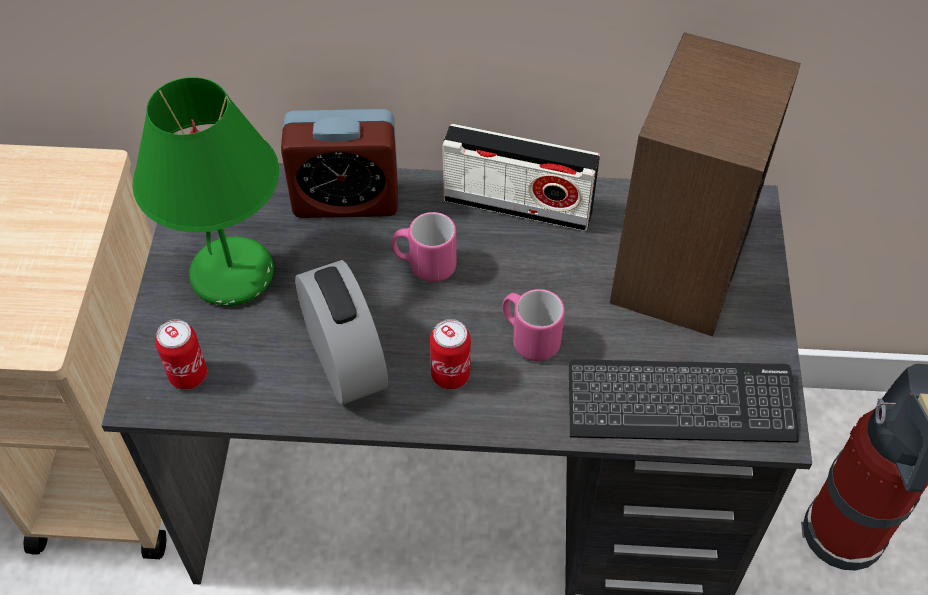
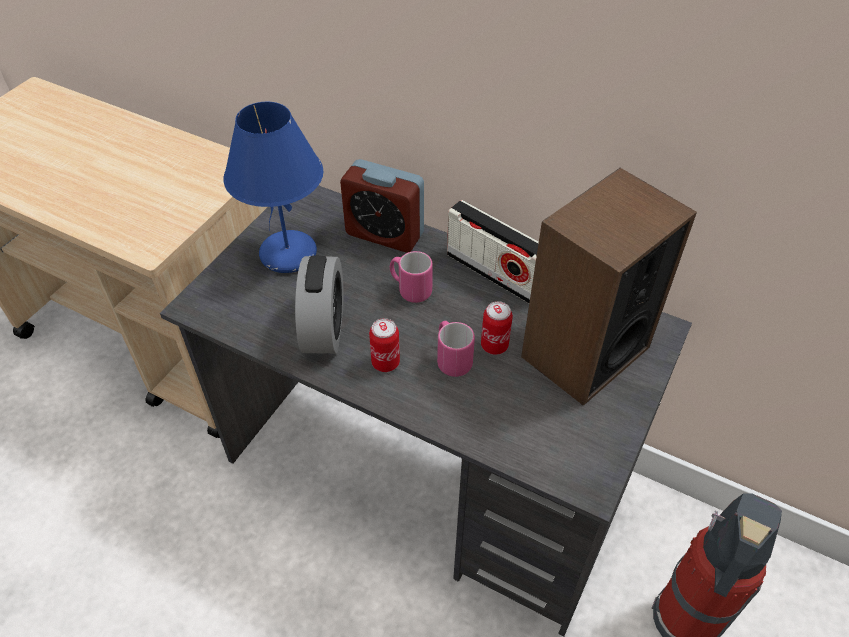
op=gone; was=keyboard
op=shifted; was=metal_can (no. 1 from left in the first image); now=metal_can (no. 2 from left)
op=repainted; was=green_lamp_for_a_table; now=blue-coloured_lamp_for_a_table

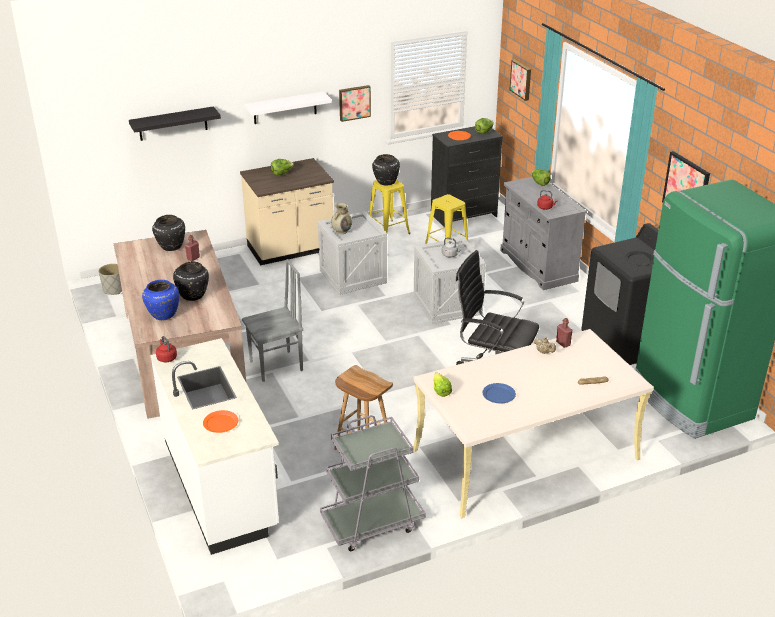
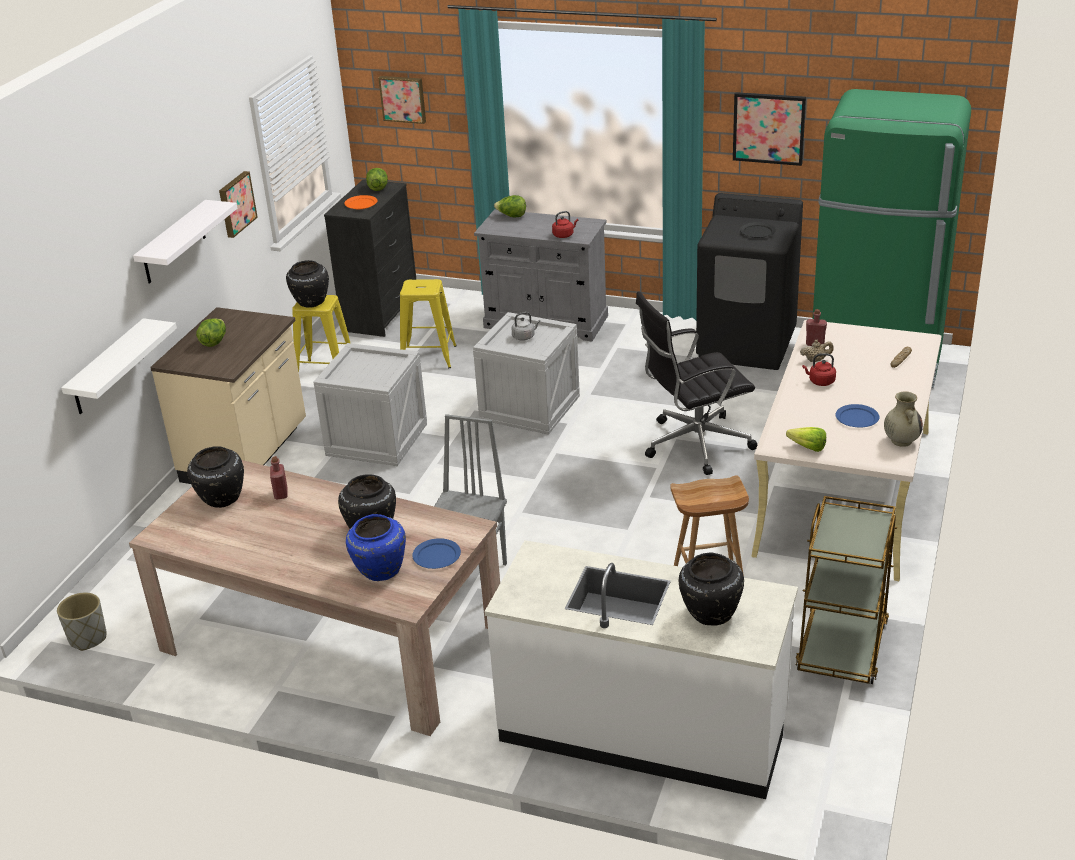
op=gone; was=blackish_bracket_shelf
op=new; now=whitish_bracket_shelf (no. 1 from left)
op=new; now=blue-coloured_dinner_plate (no. 1 from left)
op=shifted; was=red_water_kettle (no. 1 from left in the first image); now=red_water_kettle (no. 2 from left)
op=shifted; was=sand-coloured_vase
op=swapped; was=orangey_dinner_plate (no. 1 from left); now=blackish_vase (no. 4 from left)
op=repainted; was=greyish_cart; now=brownish_cart

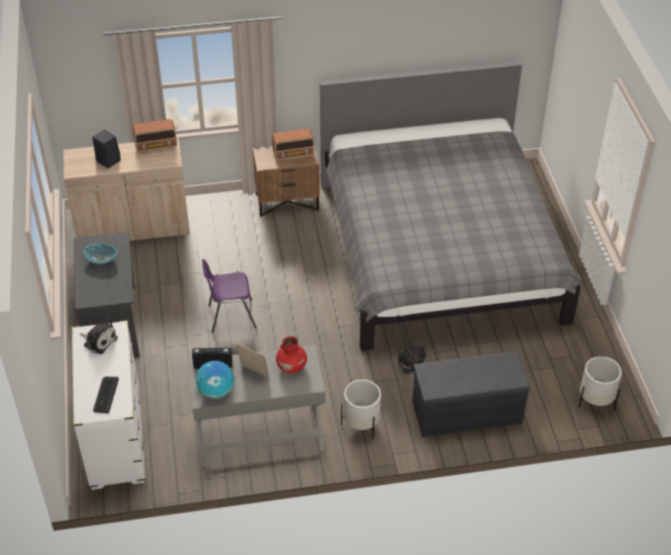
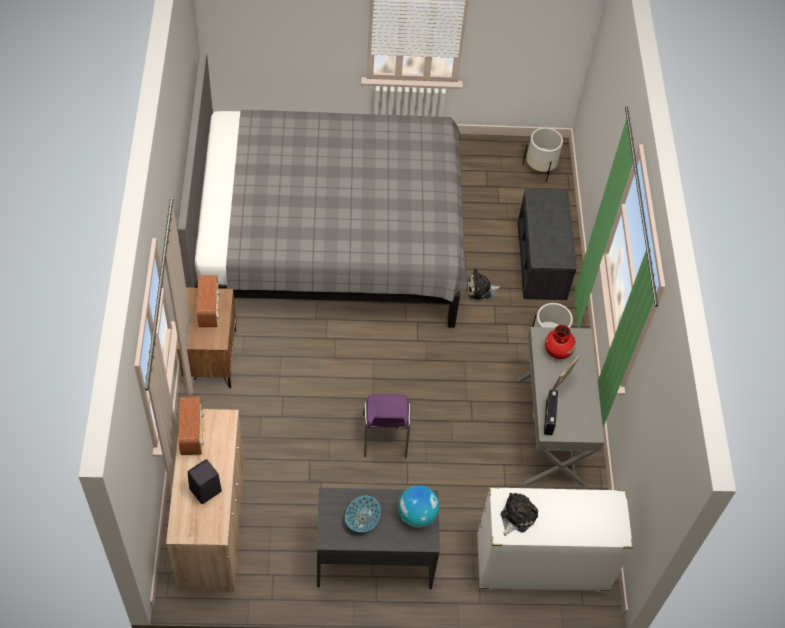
op=gone; was=keyboard
op=shifted; was=world_globe

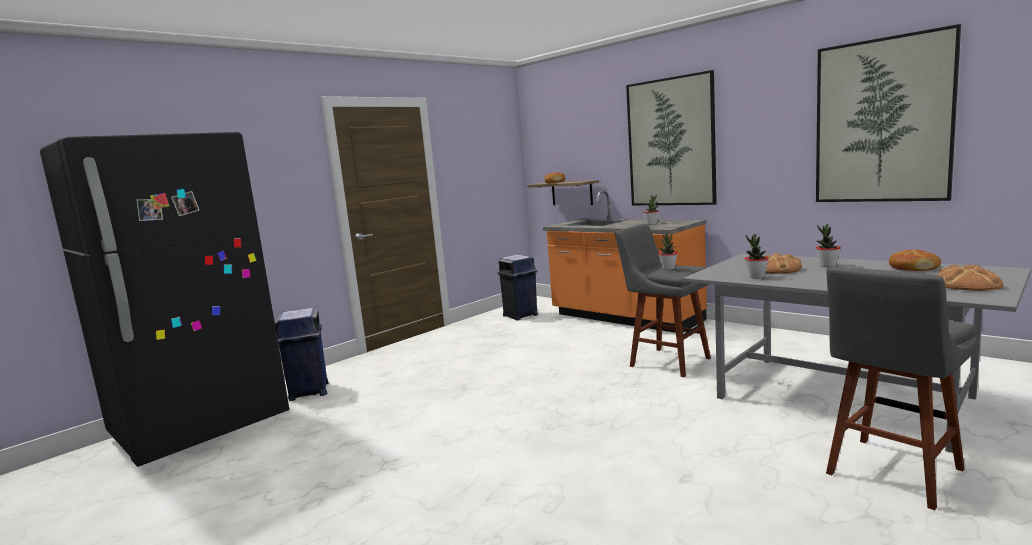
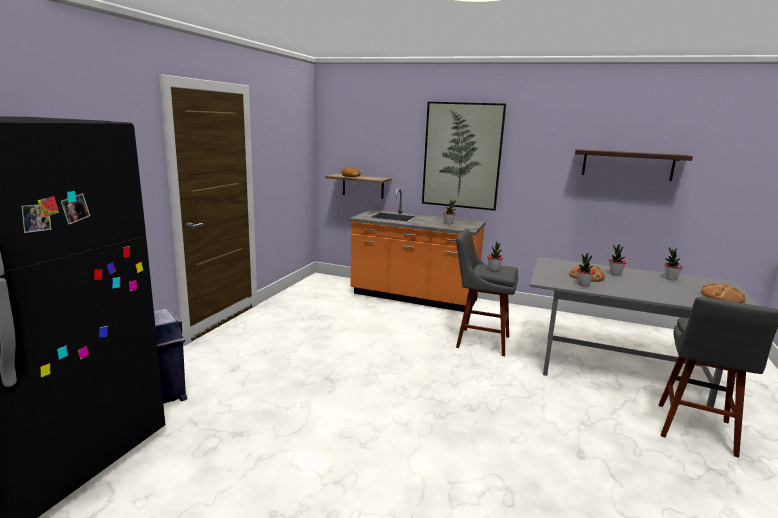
op=gone; was=blue-coloured_rubbish_bin (no. 2 from left)
op=swapped; was=wall_art (no. 2 from left); now=bracket_shelf (no. 2 from left)
op=swapped; was=baked_bread (no. 3 from left); now=potted_plant (no. 5 from left)

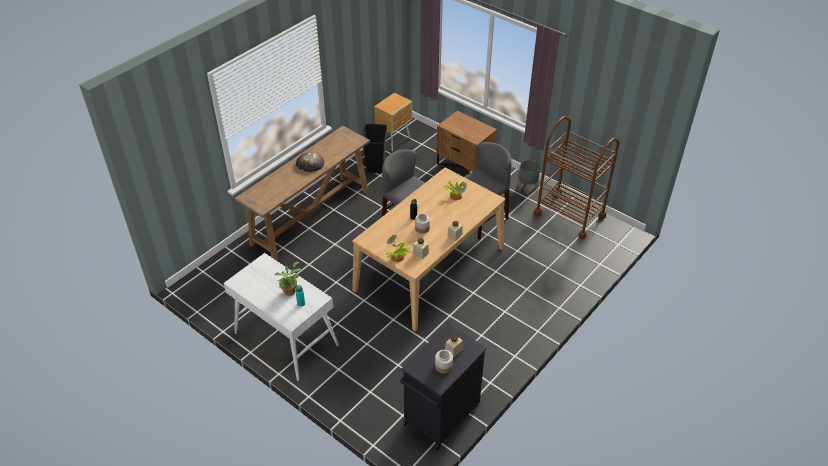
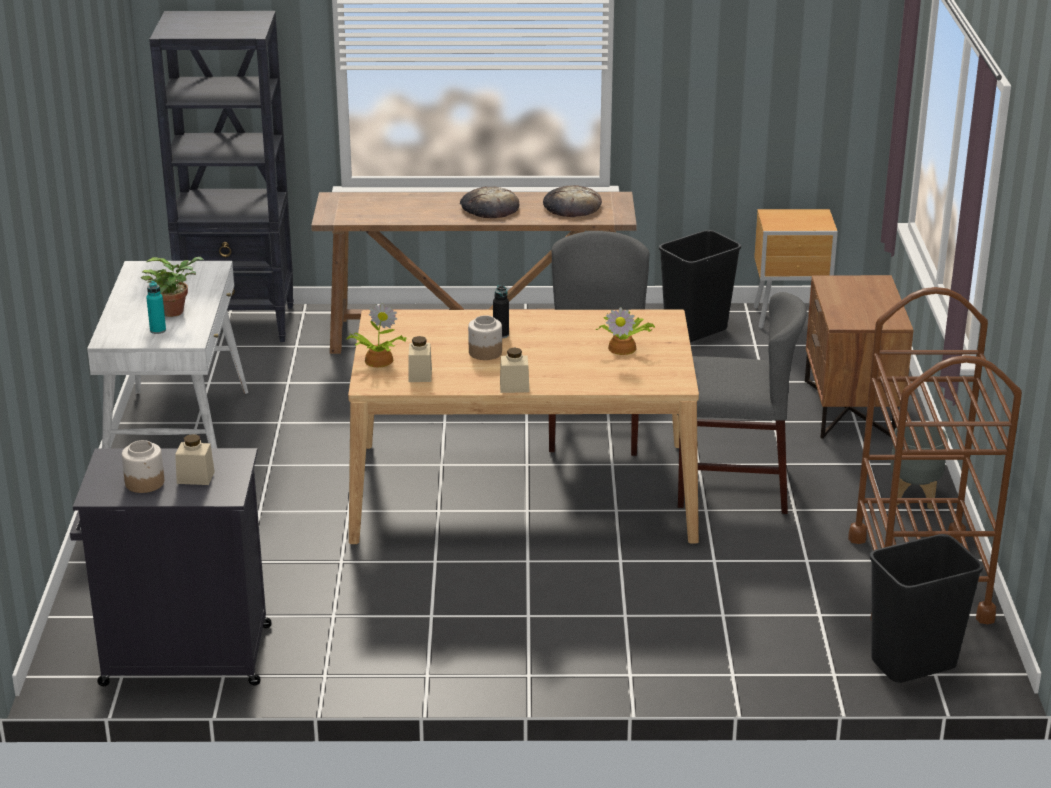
op=new; now=blackish_shelving_unit
op=new; now=baked_bread (no. 2 from left)
op=new; now=blackish_rubbish_bin (no. 2 from left)

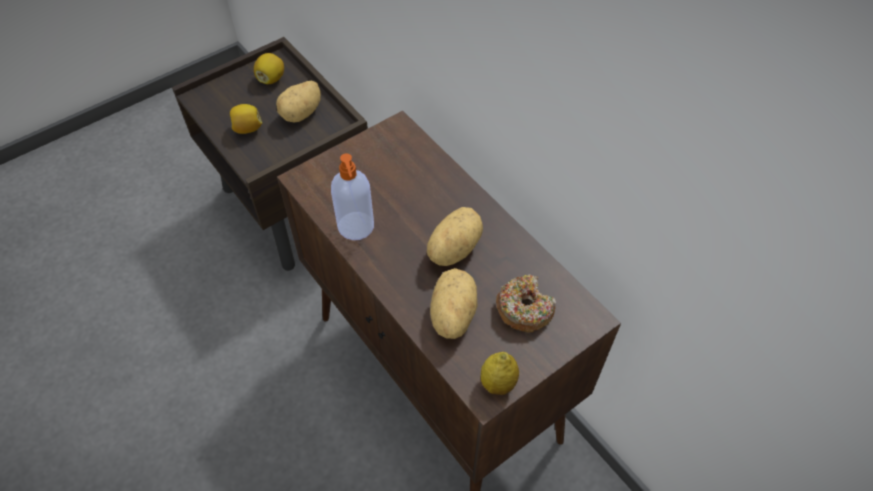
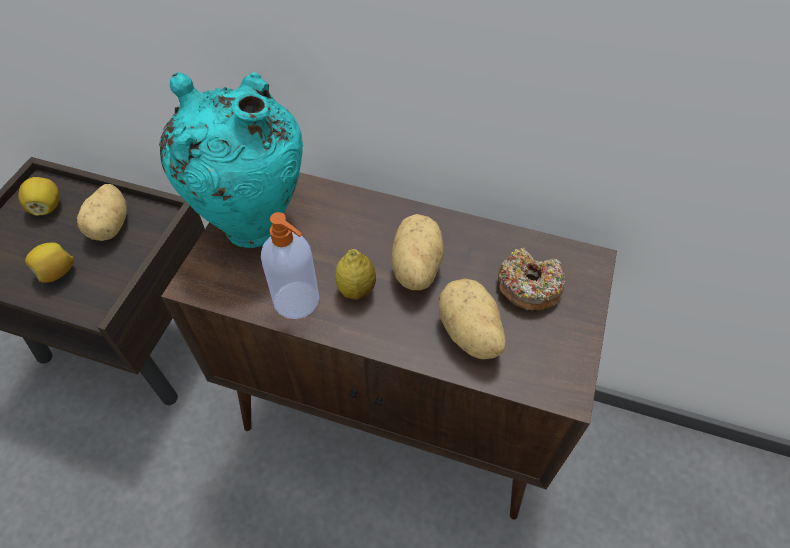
op=new; now=turquoise-coloured_vase
op=shifted; was=citrus_fruit (no. 3 from left)

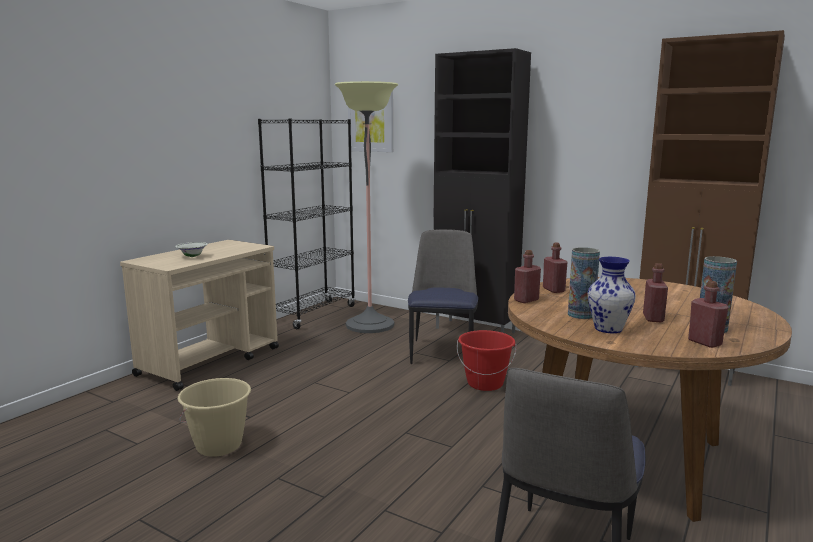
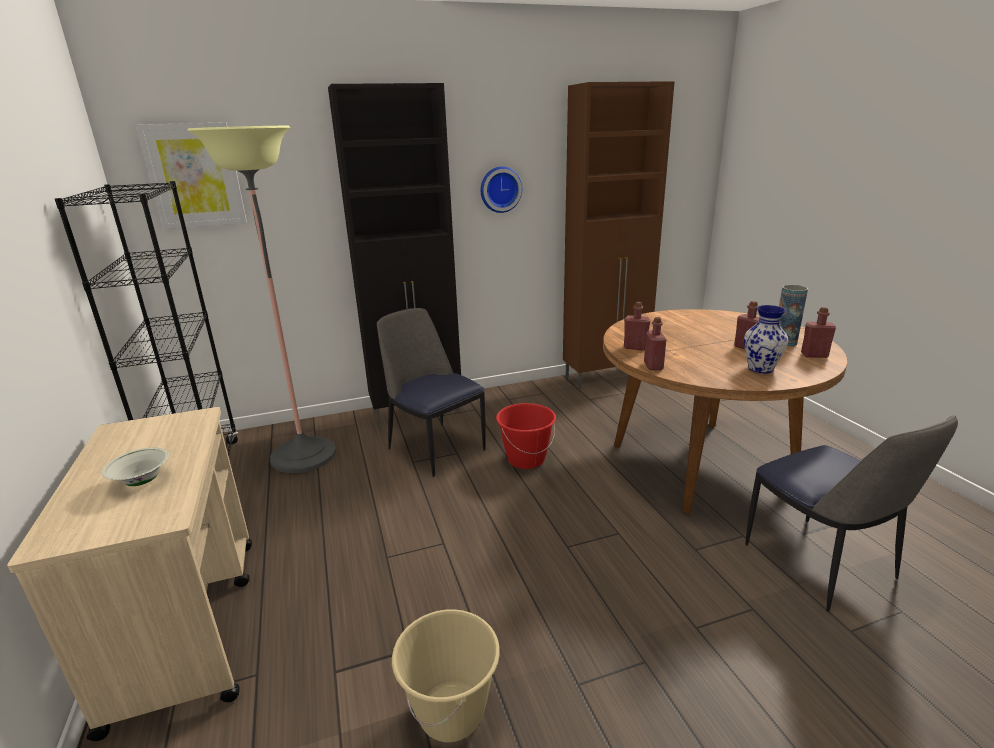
op=gone; was=vase (no. 1 from left)
op=new; now=clock_on_the_wall

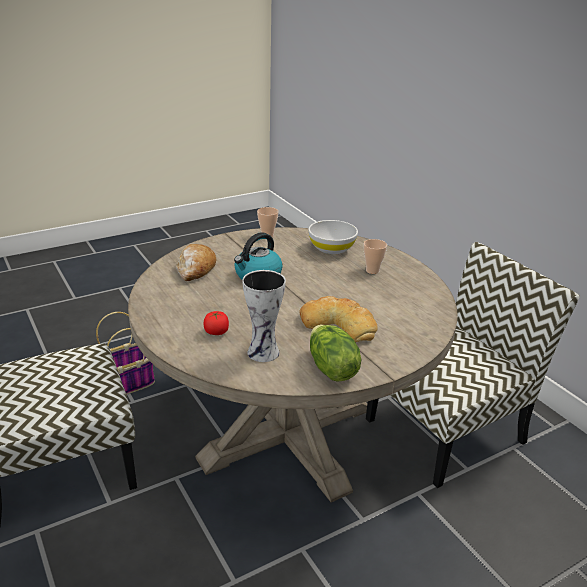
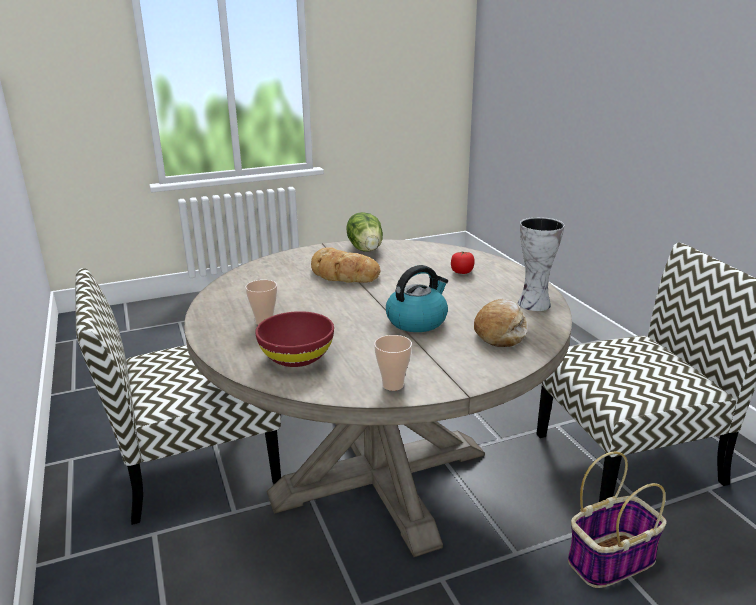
op=shifted; was=vase
op=repainted; was=whitish_serving_bowl; now=red_serving_bowl

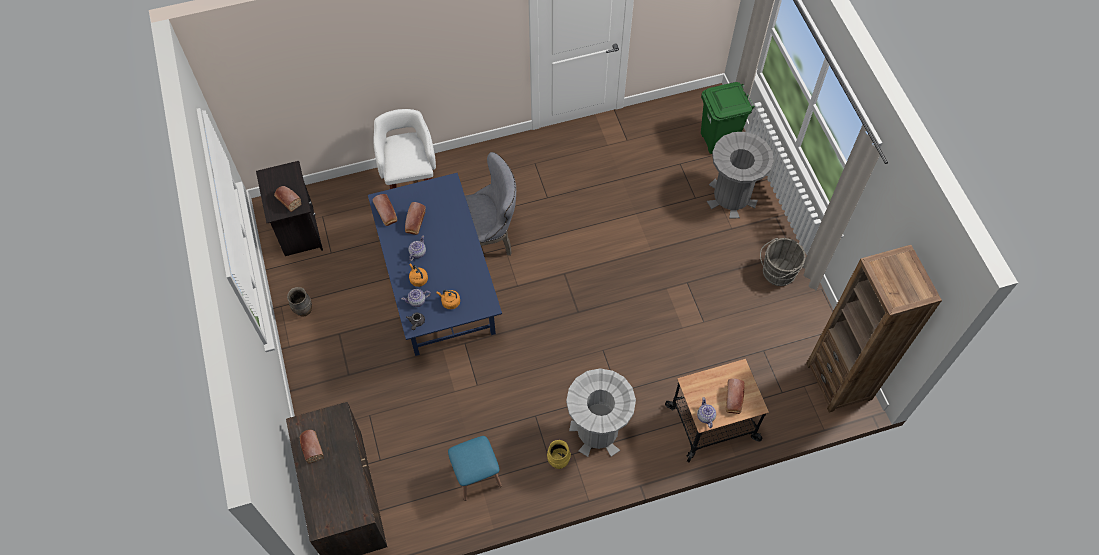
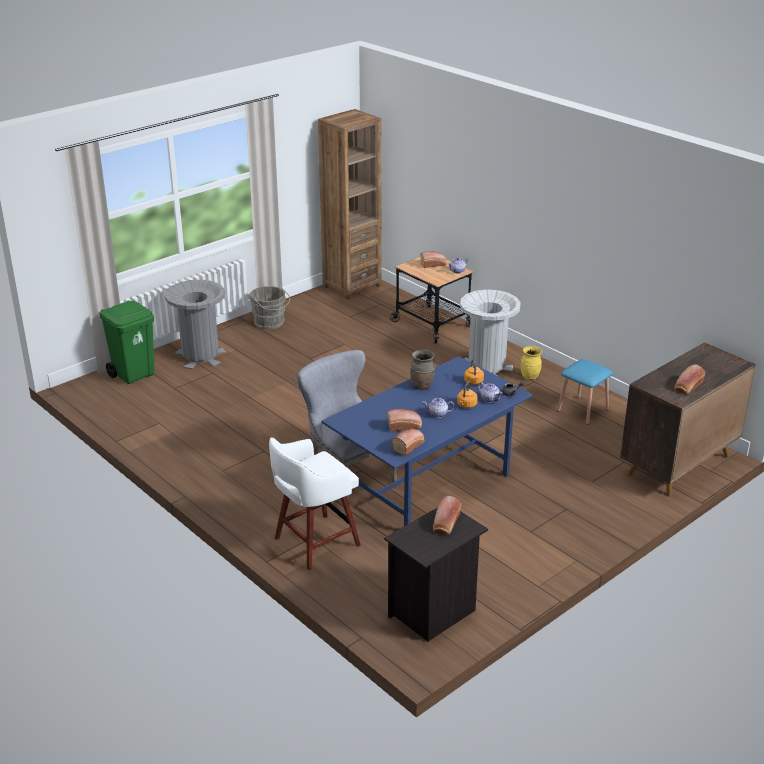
op=shifted; was=brownish_vase

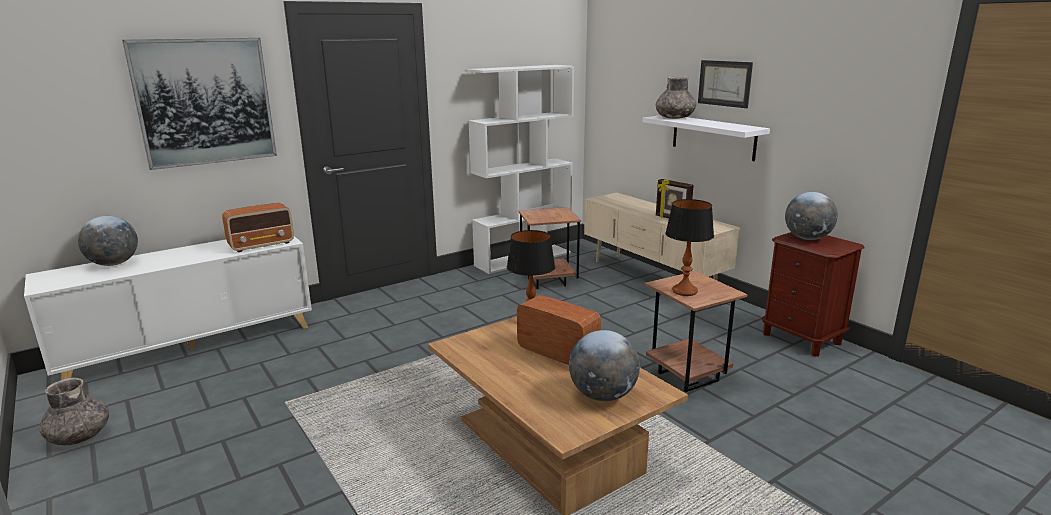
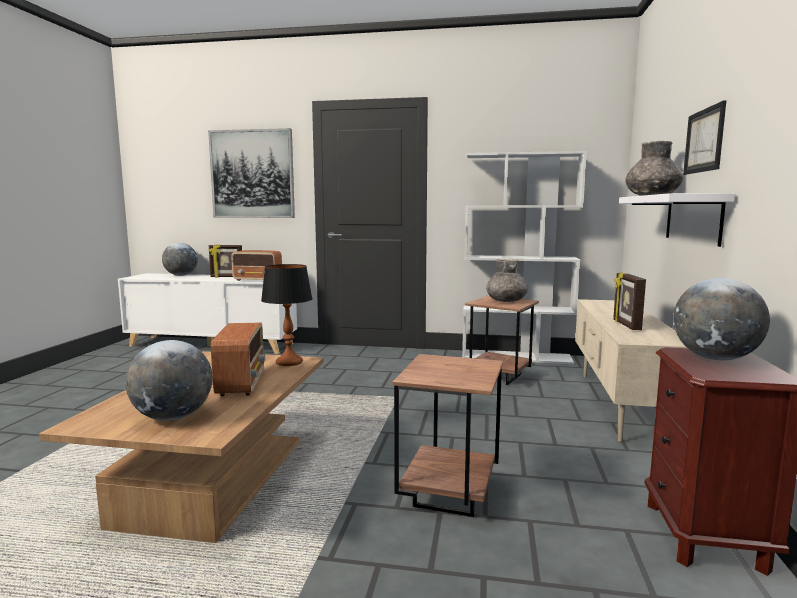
op=gone; was=lamp_for_a_table (no. 2 from left)
op=new; now=standing_frame (no. 1 from left)
op=shifted; was=greyish_vase (no. 1 from left)

